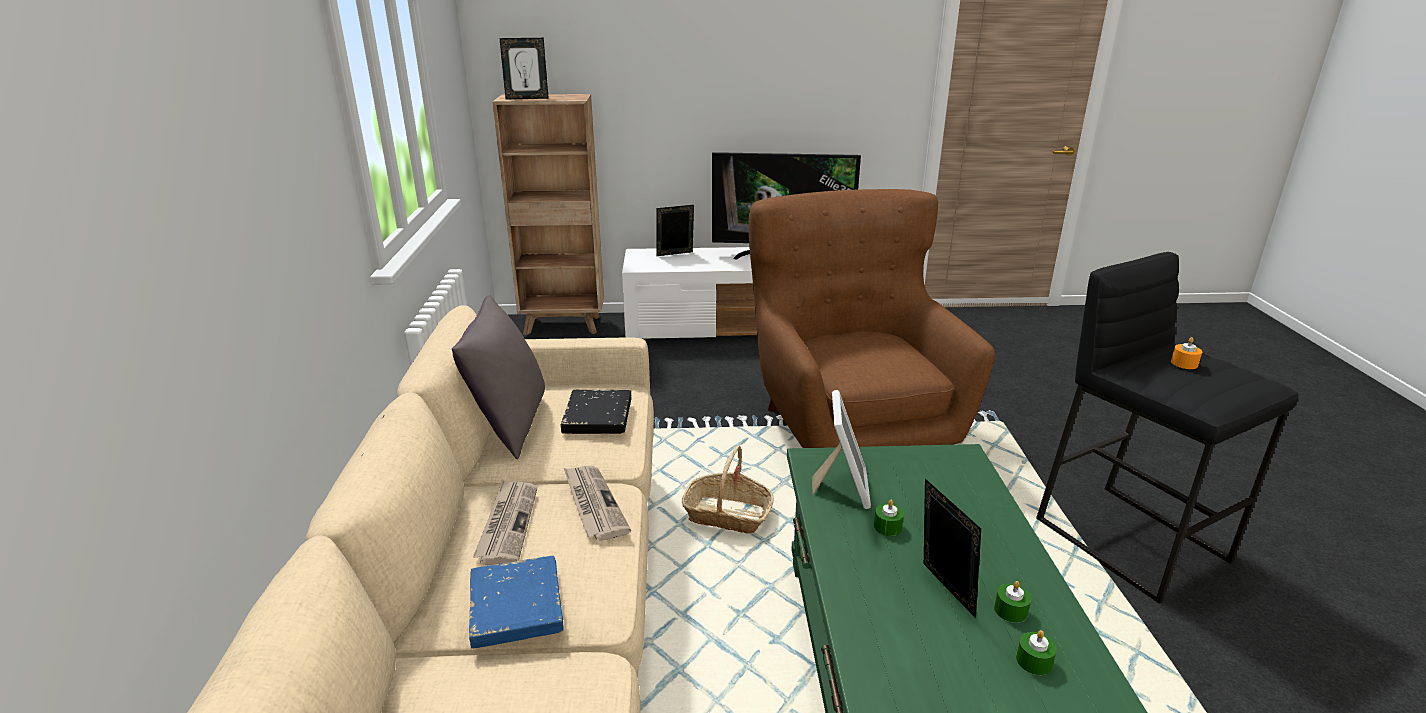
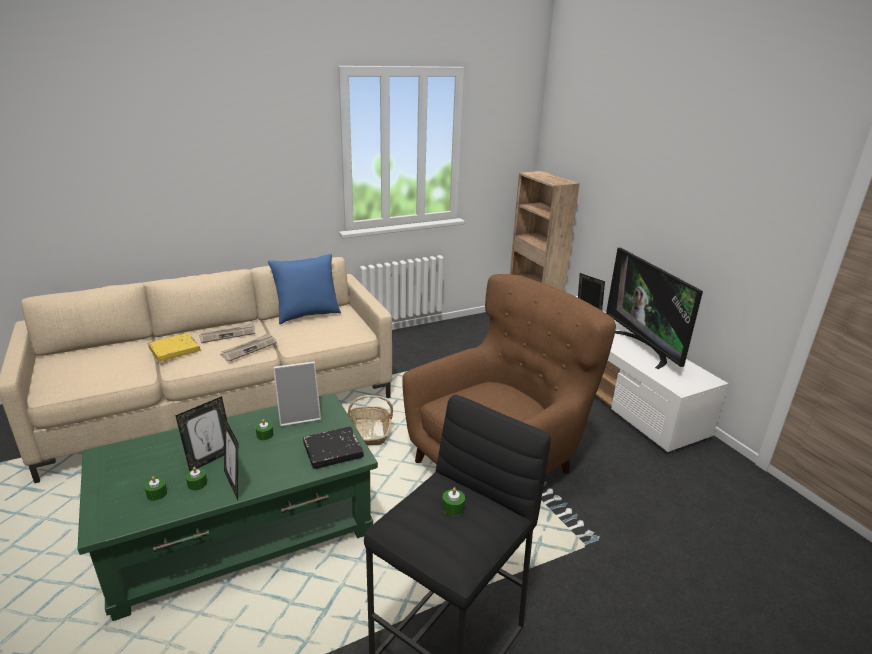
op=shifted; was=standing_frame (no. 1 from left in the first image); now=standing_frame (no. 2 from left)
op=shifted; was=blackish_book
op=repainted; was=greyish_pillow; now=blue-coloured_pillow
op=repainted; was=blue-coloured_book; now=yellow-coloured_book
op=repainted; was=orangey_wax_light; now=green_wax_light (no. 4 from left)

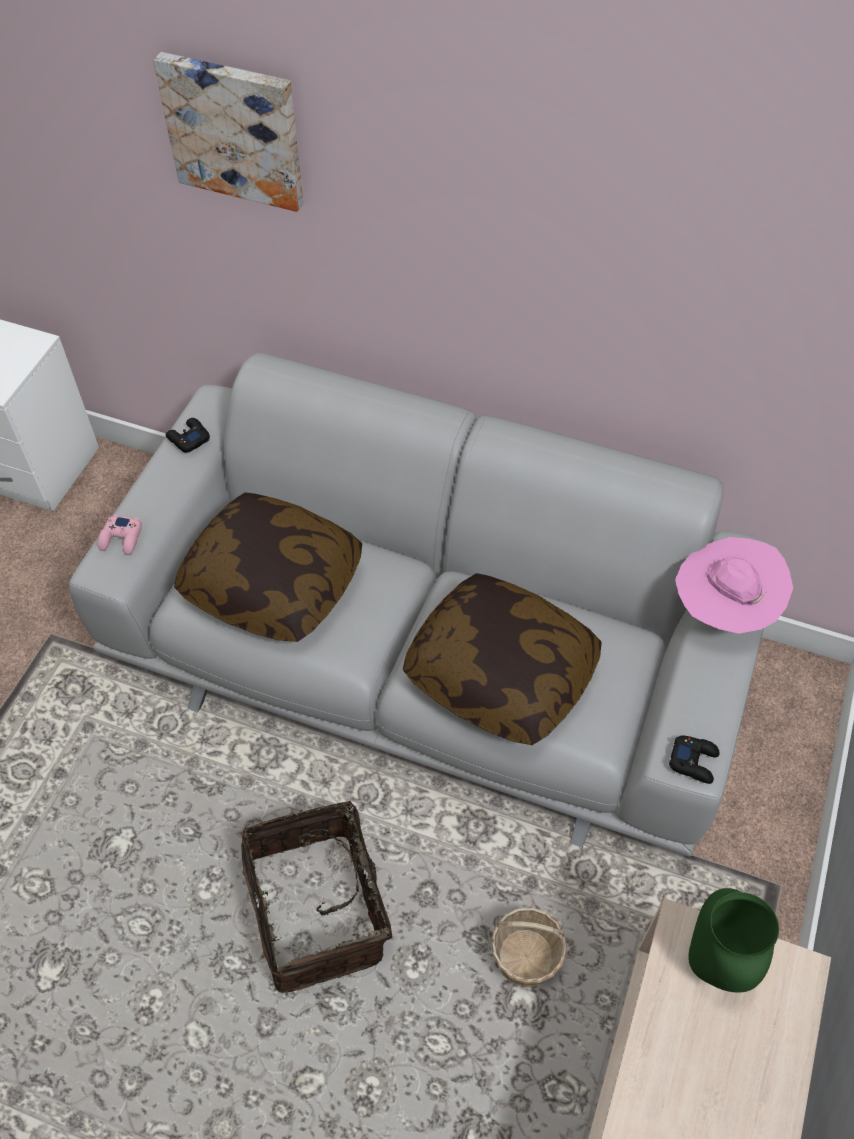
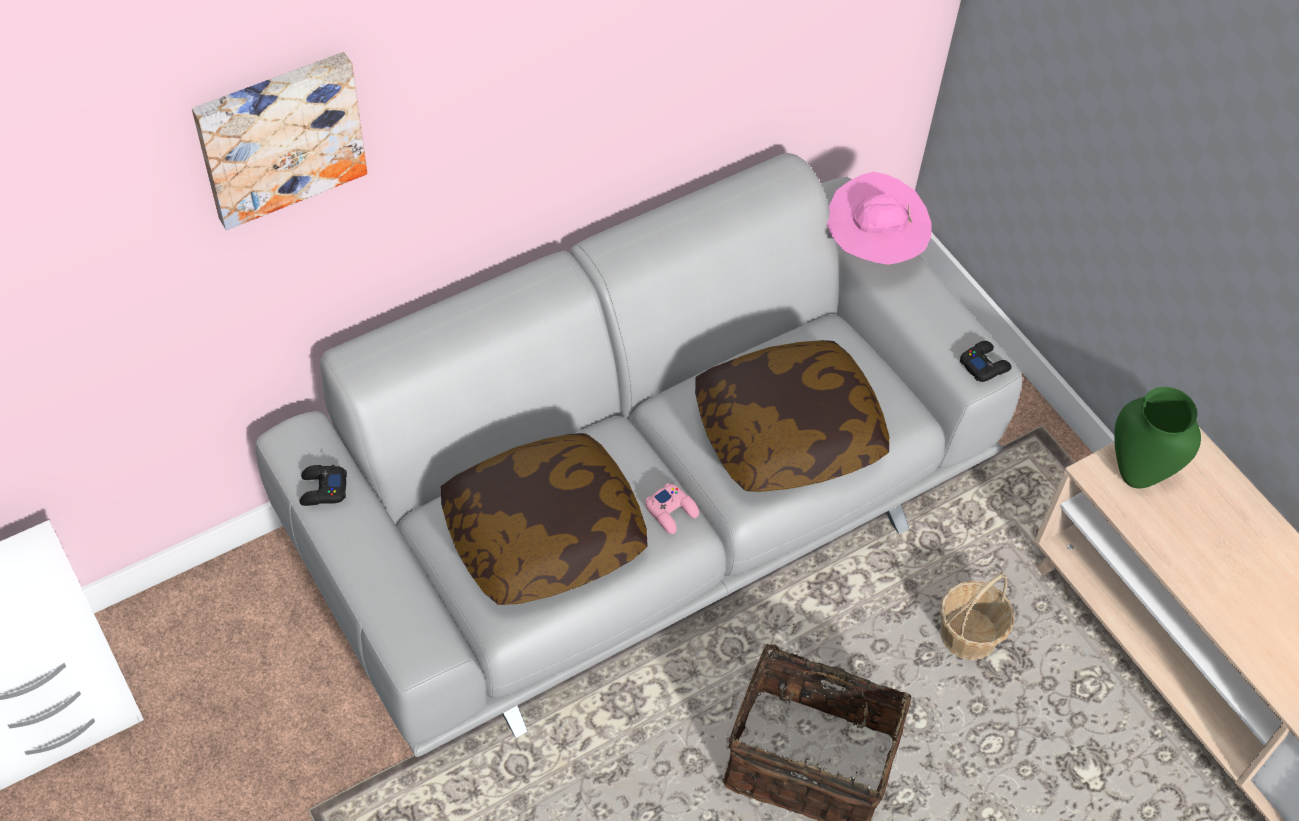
op=shifted; was=pinkish_gamepad

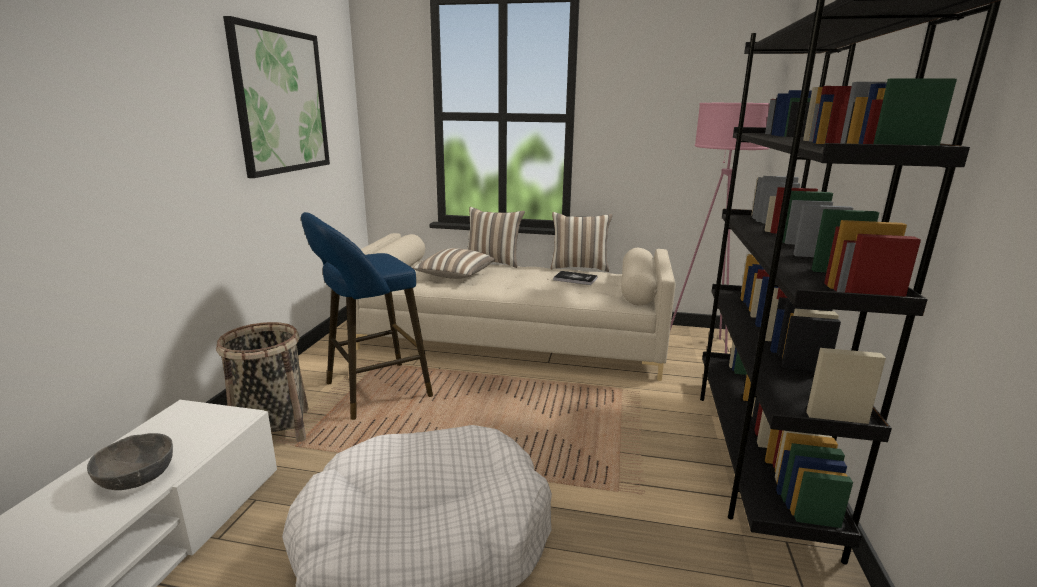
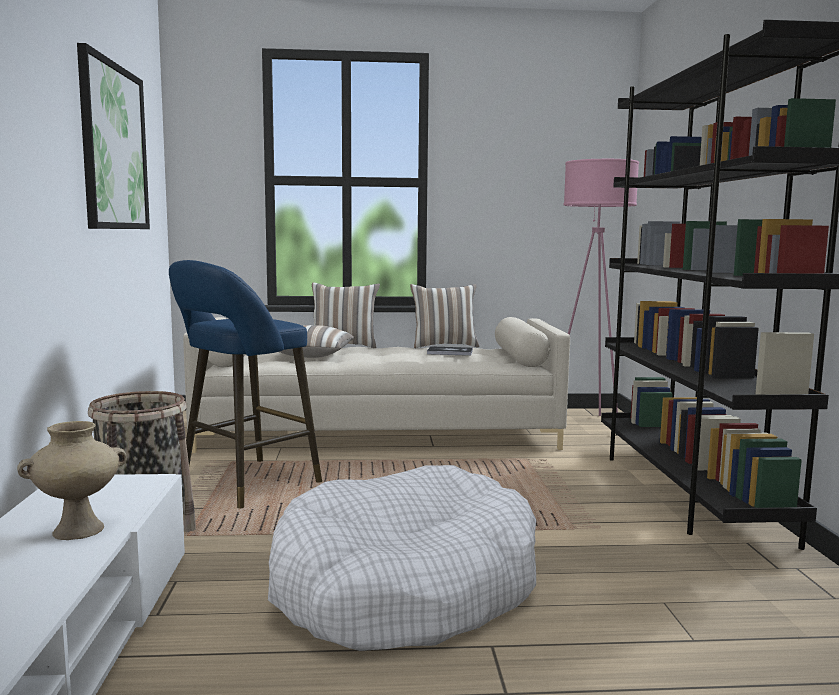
op=swapped; was=greyish_serving_bowl; now=sand-coloured_vase

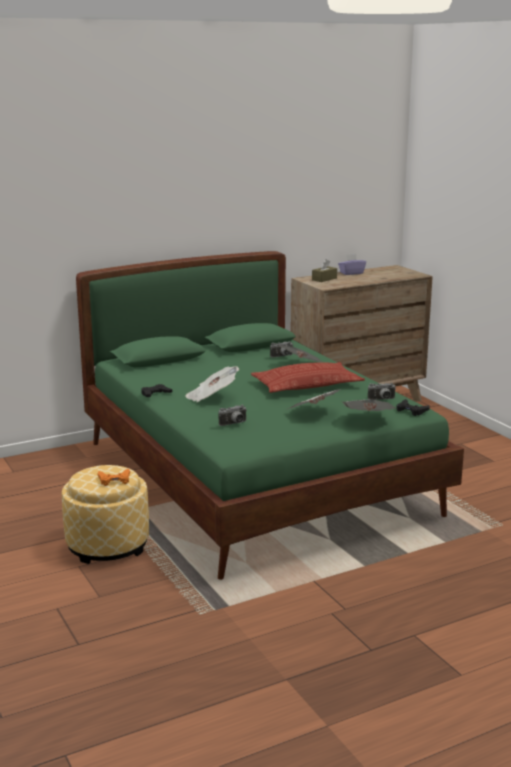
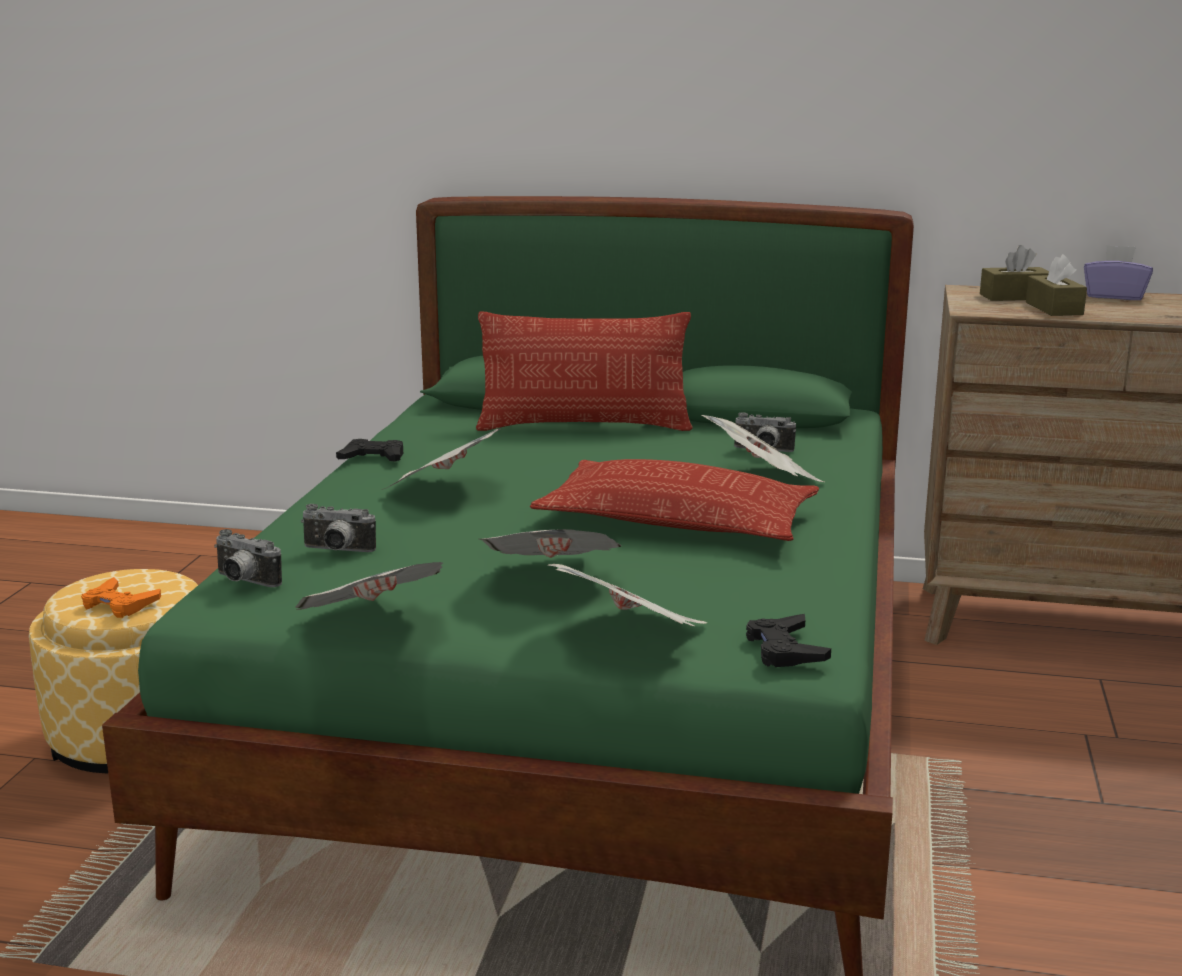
op=new; now=printed_paper (no. 1 from left)
op=new; now=pillow (no. 1 from left)
op=new; now=brownish_tissue_holder (no. 2 from left)
op=shifted; was=still_camera (no. 3 from left in the first image); now=still_camera (no. 1 from left)

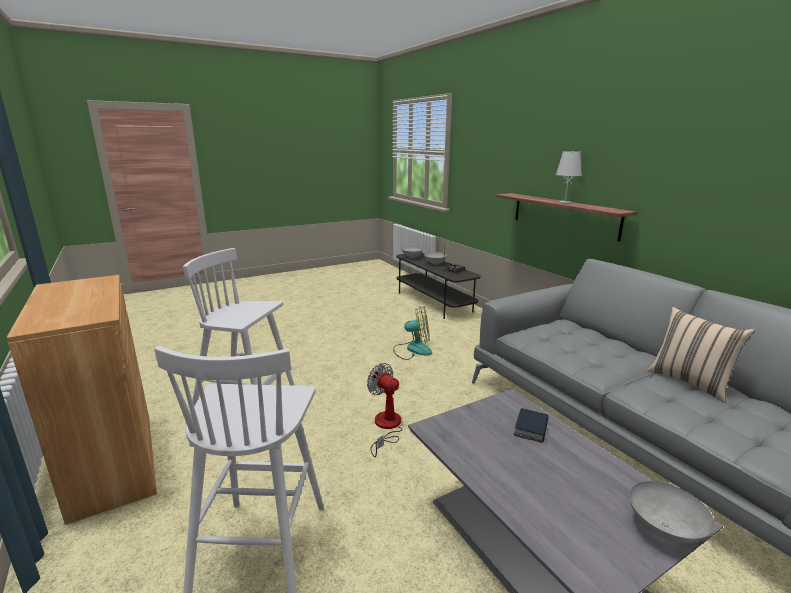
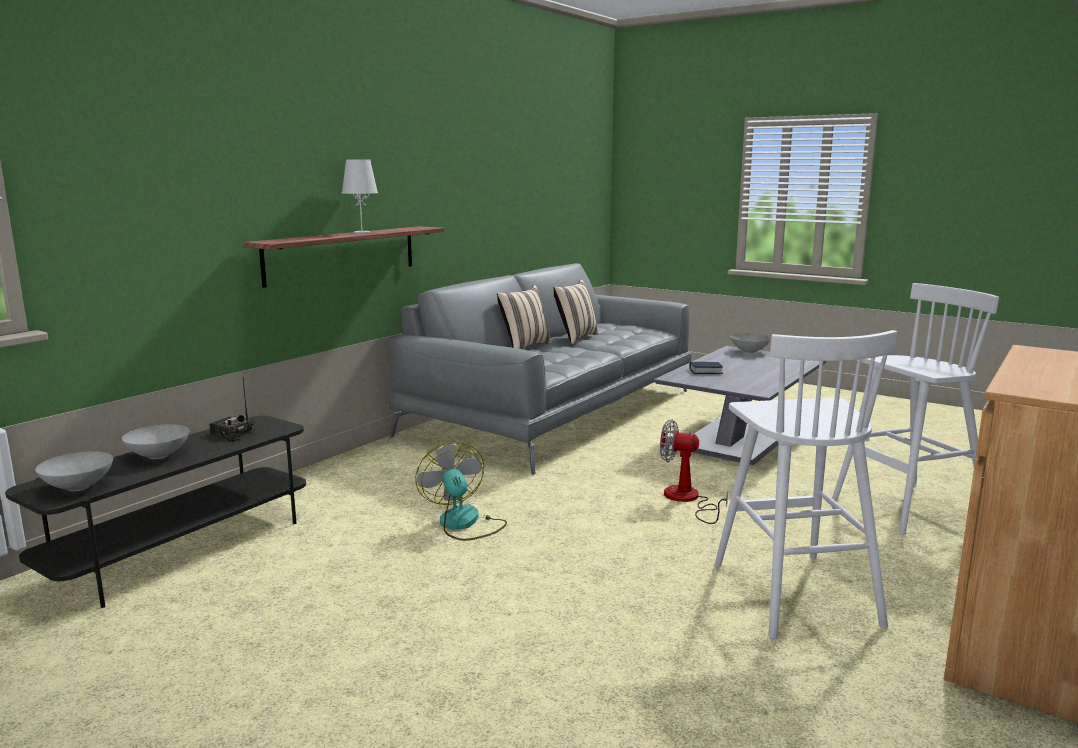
op=new; now=sand-coloured_pillow (no. 1 from left)
op=rotated; was=cooling_fan (no. 1 from left in the first image); clockwise=90

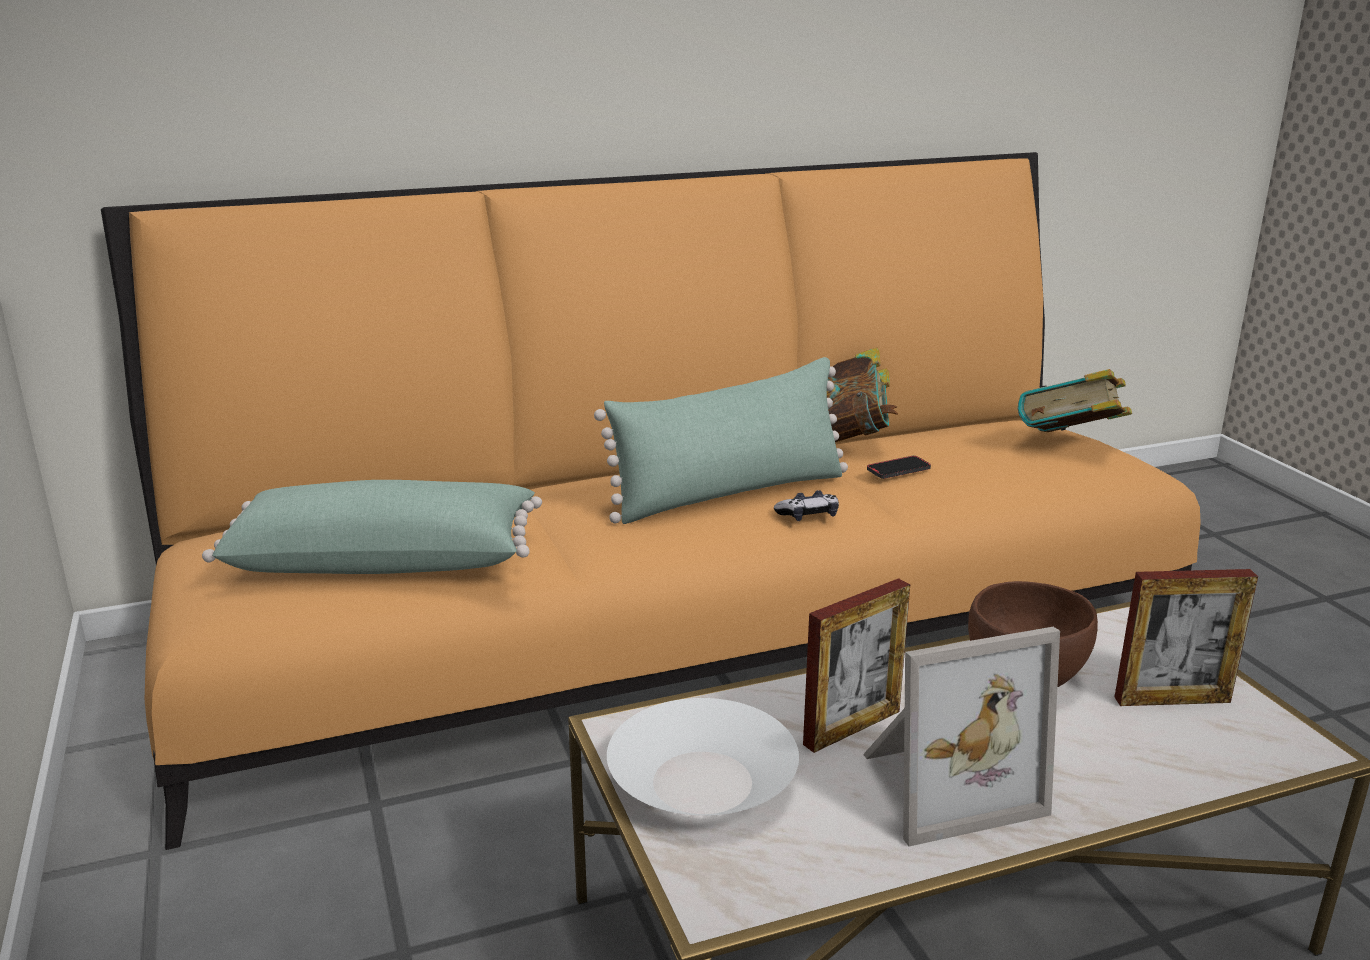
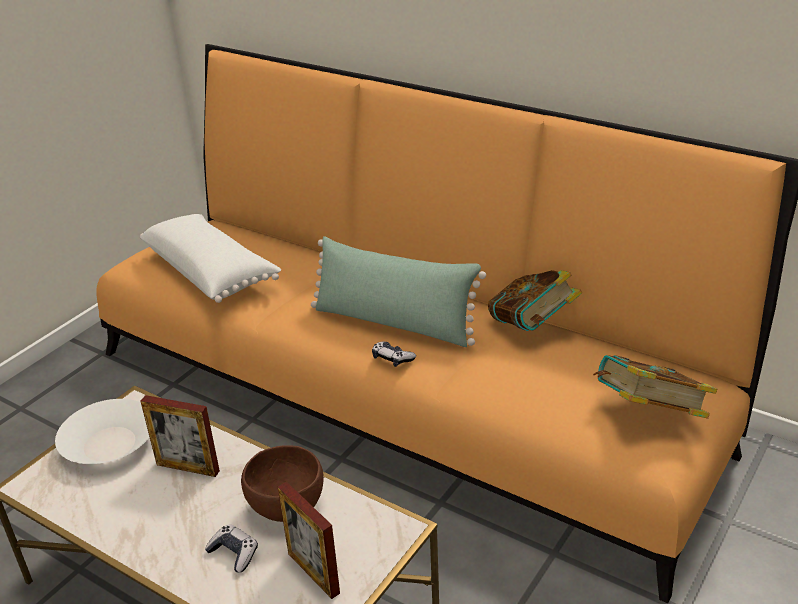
op=gone; was=standing_frame (no. 2 from left)
op=gone; was=phone
op=new; now=gamepad (no. 1 from left)
op=repainted; was=green_pillow (no. 1 from left); now=whitish_pillow

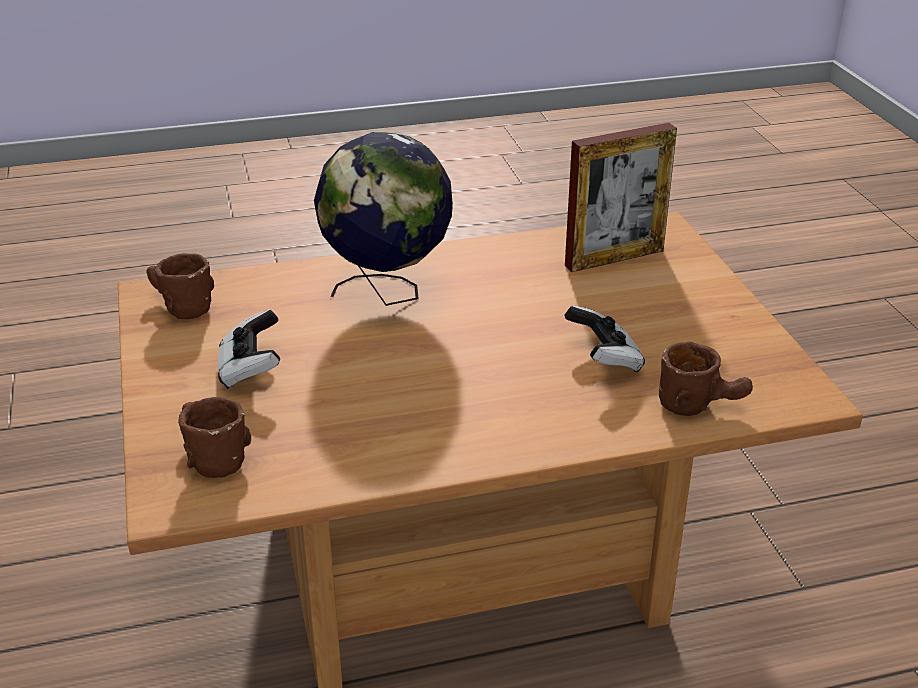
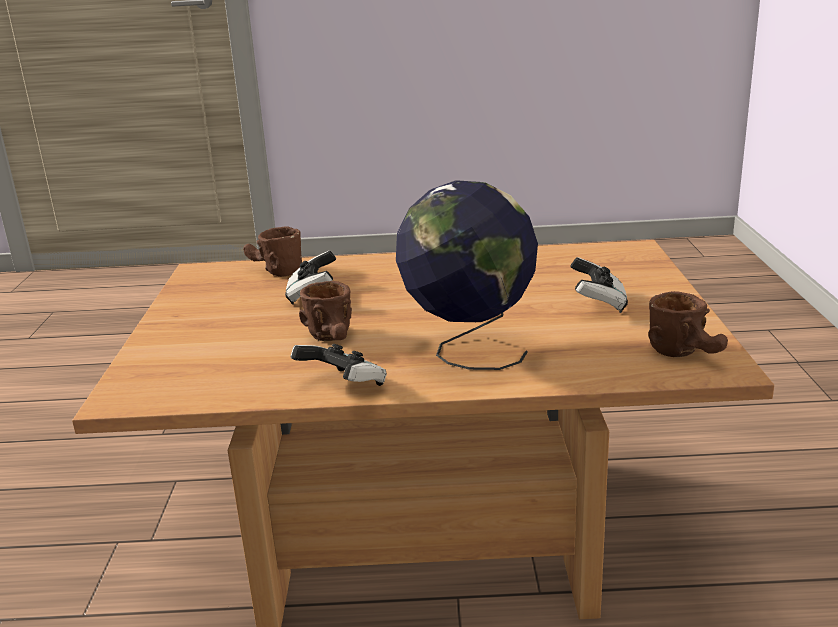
op=gone; was=standing_frame
op=new; now=gamepad (no. 2 from left)
op=shifted; was=brownish_mug (no. 2 from left)

